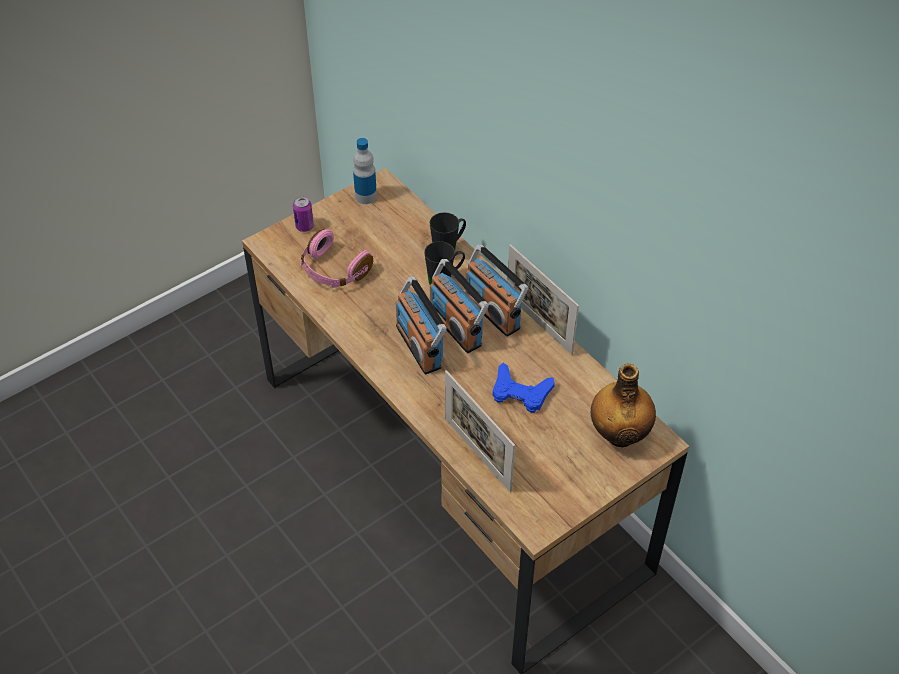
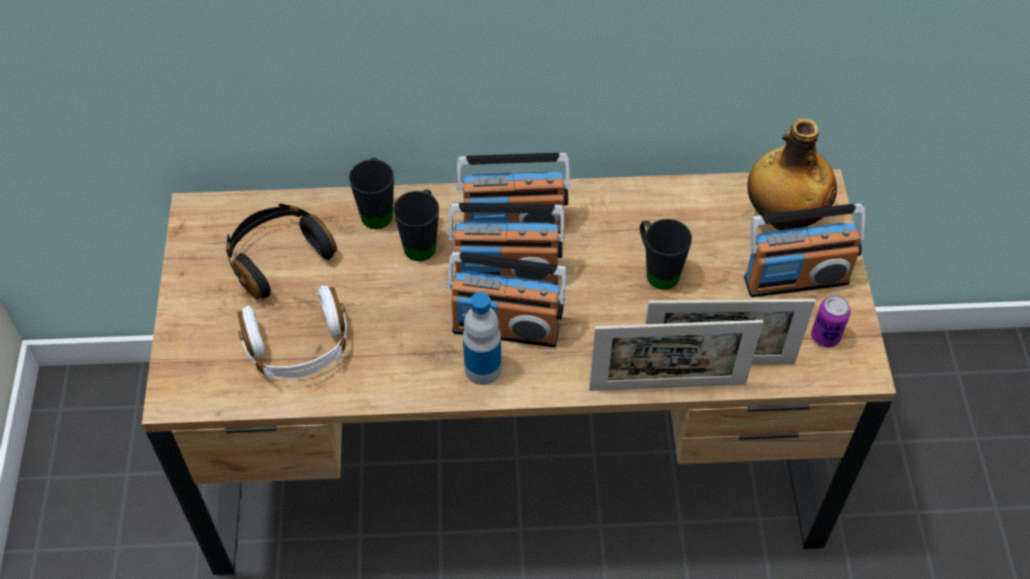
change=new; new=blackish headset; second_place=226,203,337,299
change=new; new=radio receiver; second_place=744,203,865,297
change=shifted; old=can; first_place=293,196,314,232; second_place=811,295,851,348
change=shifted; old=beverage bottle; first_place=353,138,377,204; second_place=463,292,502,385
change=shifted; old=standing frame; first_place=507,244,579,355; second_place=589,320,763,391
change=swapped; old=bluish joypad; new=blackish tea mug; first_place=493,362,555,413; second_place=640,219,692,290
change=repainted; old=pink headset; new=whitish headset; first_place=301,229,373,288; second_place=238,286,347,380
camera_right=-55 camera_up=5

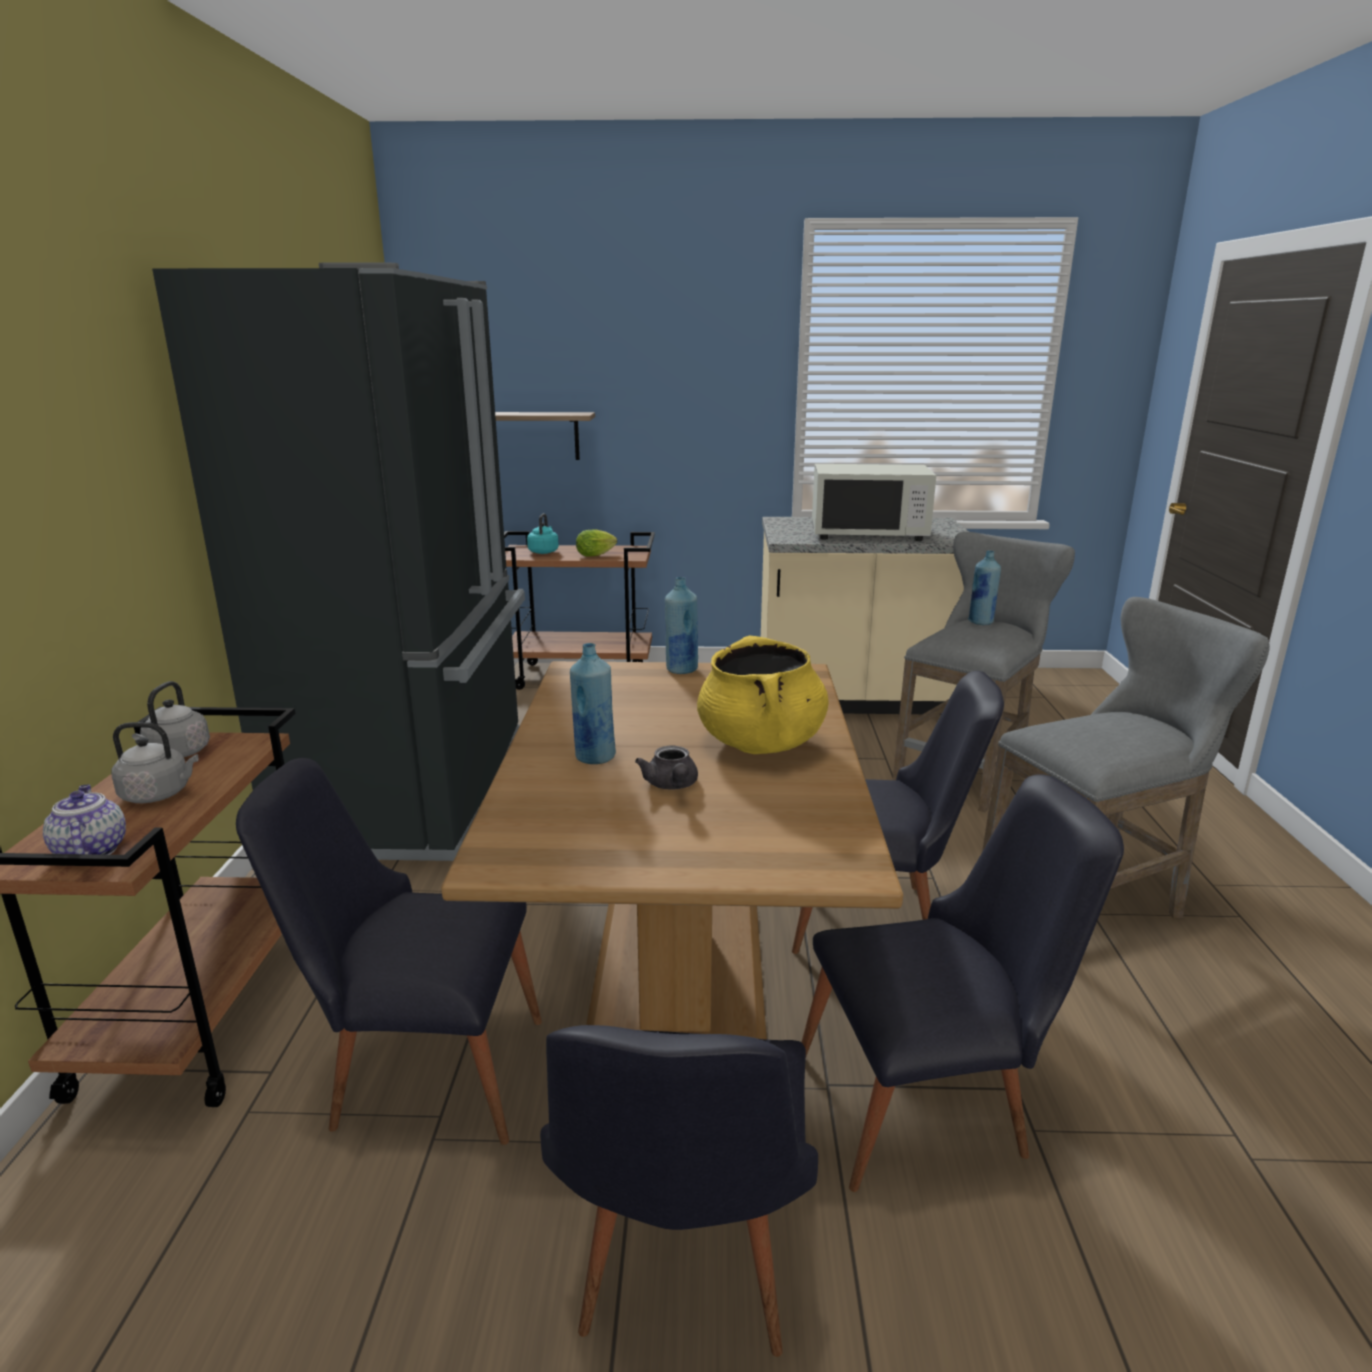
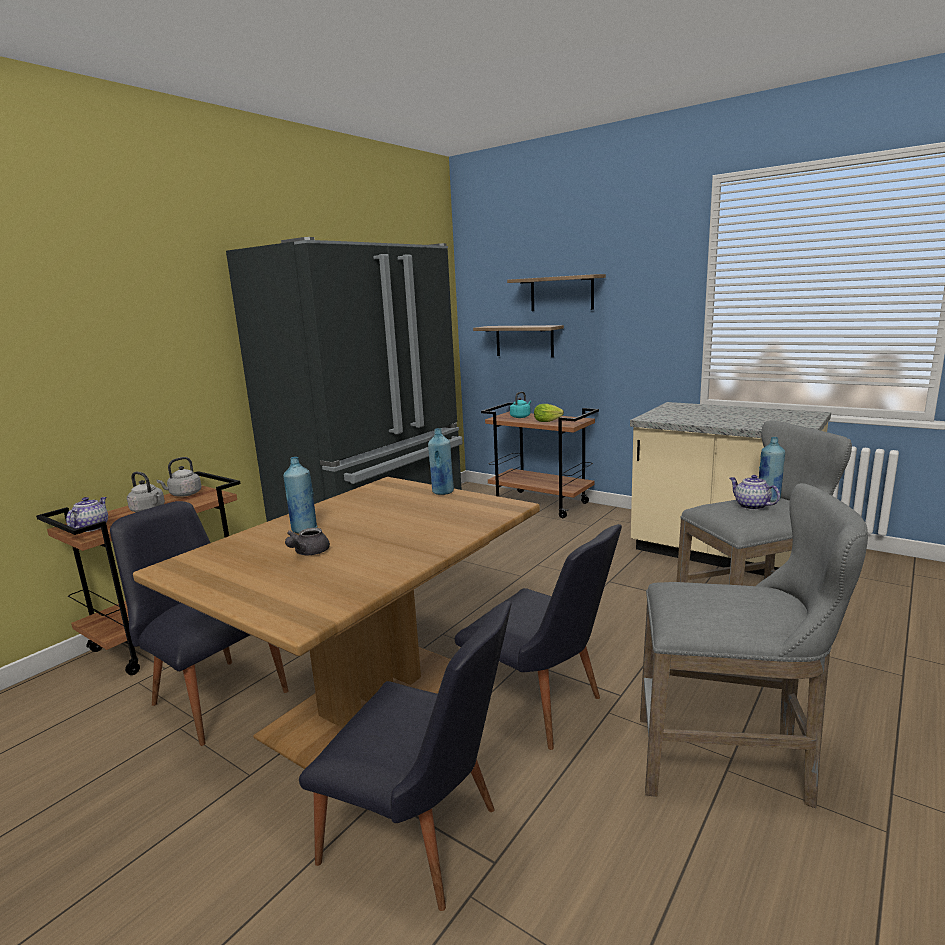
change=gone; old=blackish upright chair; first_place=540,1025,818,1357
change=gone; old=yellow stockpot; first_place=697,636,829,754
change=gone; old=whitish microwave; first_place=812,464,937,541
change=new; new=wall shelf; second_place=507,274,606,311
change=new; new=teapot; second_place=730,475,780,510
camera_right=35 camera_up=-5

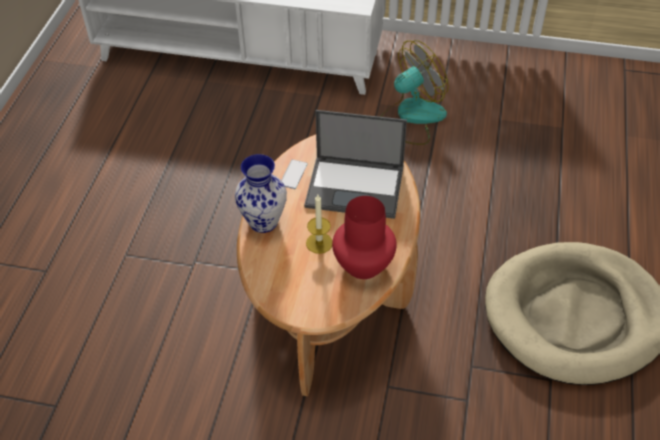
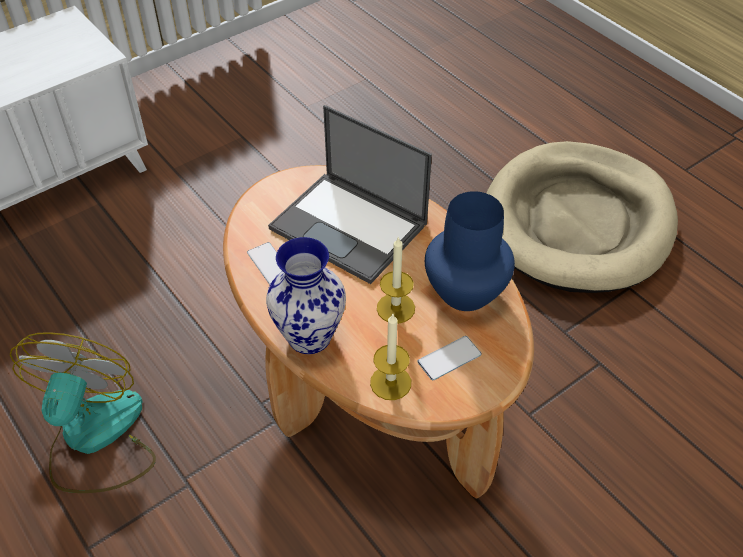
change=new; new=wax candle; second_place=370,314,411,400
change=new; new=telephone; second_place=417,336,482,380
change=shifted; old=fan; first_place=380,40,449,145; second_place=10,332,156,493
change=repainted; old=reddish vase; new=bluish vase; first_place=332,196,397,279; second_place=425,191,515,311
change=rotated; old=notebook computer; first_place=304,110,407,219; second_place=268,105,432,284; degrees=75
camera_right=-50 camera_up=0

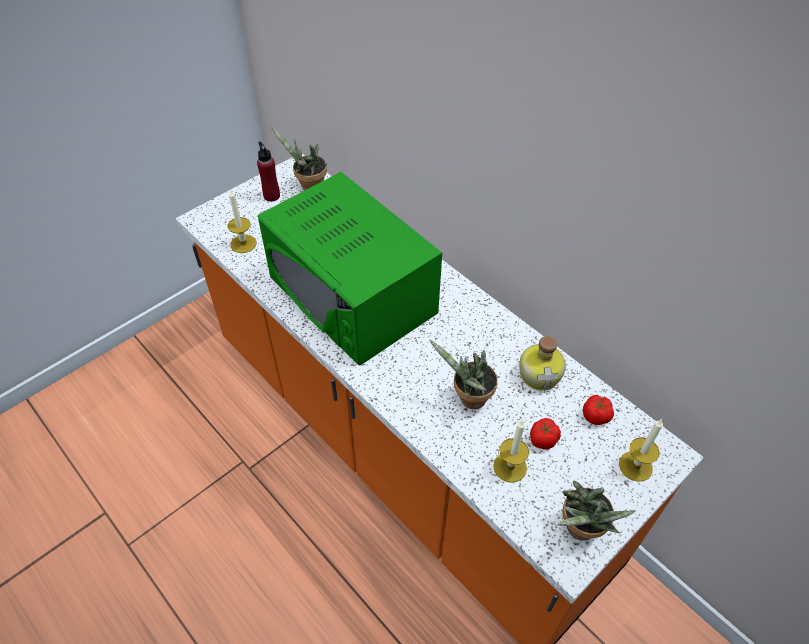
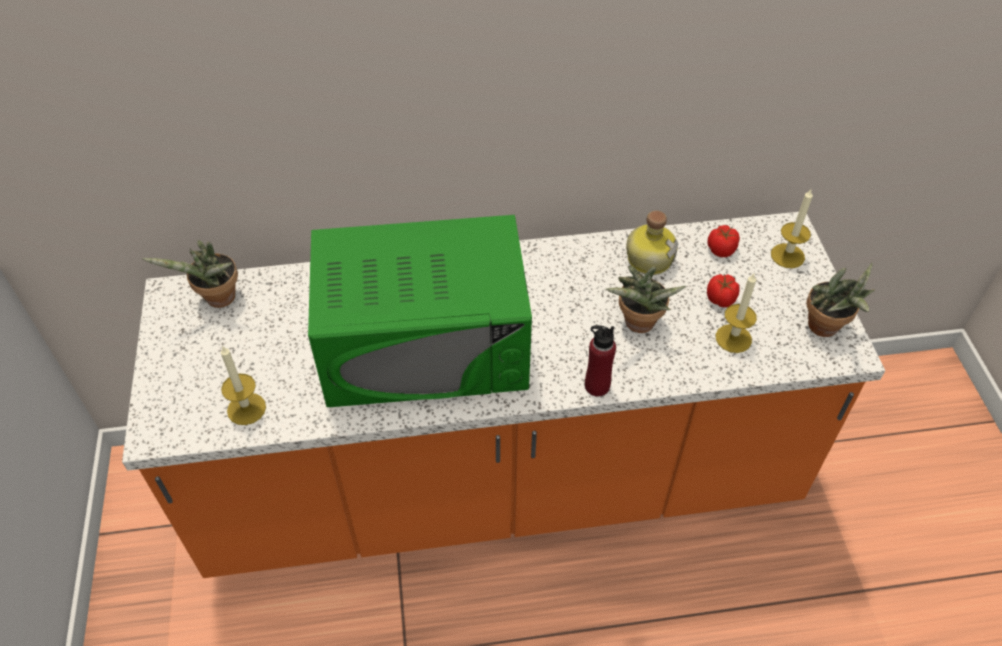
change=shifted; old=reddish beverage bottle; first_place=257,142,280,202; second_place=585,325,616,396
camera_right=-55 camera_up=0

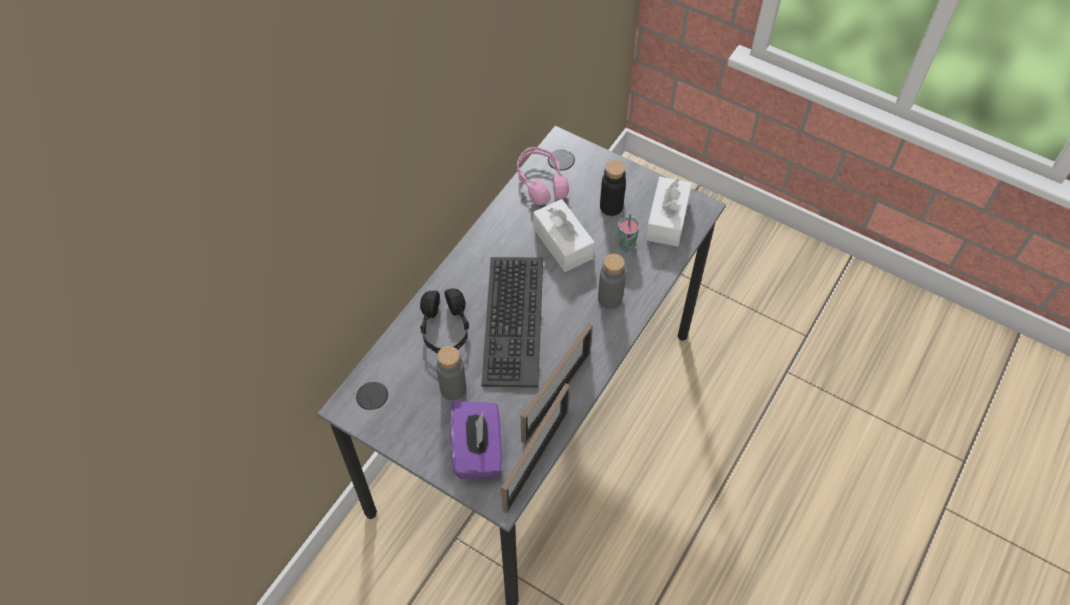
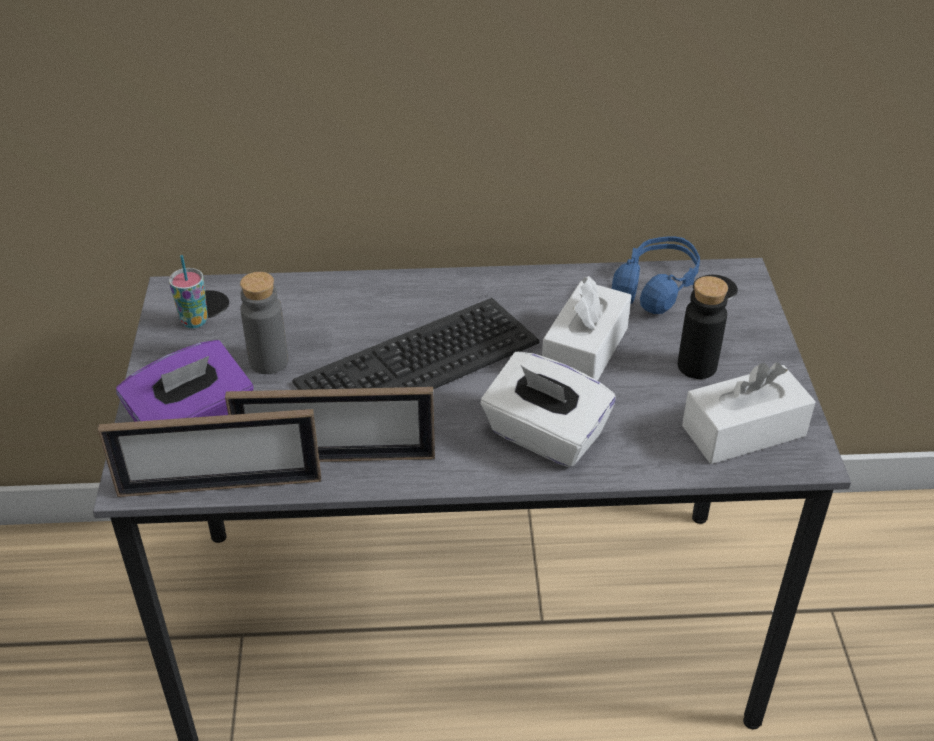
change=gone; old=blackish headset; first_place=420,288,469,353
change=shifted; old=drinking cup; first_place=618,214,640,252; second_place=169,255,208,328
change=swapped; old=grey beverage bottle; new=whitish tissue holder; first_place=598,254,626,309; second_place=481,352,616,468
change=repainted; old=pink headset; new=bluish headset; first_place=517,147,569,205; second_place=612,237,700,314
camera_right=55 camera_up=-15

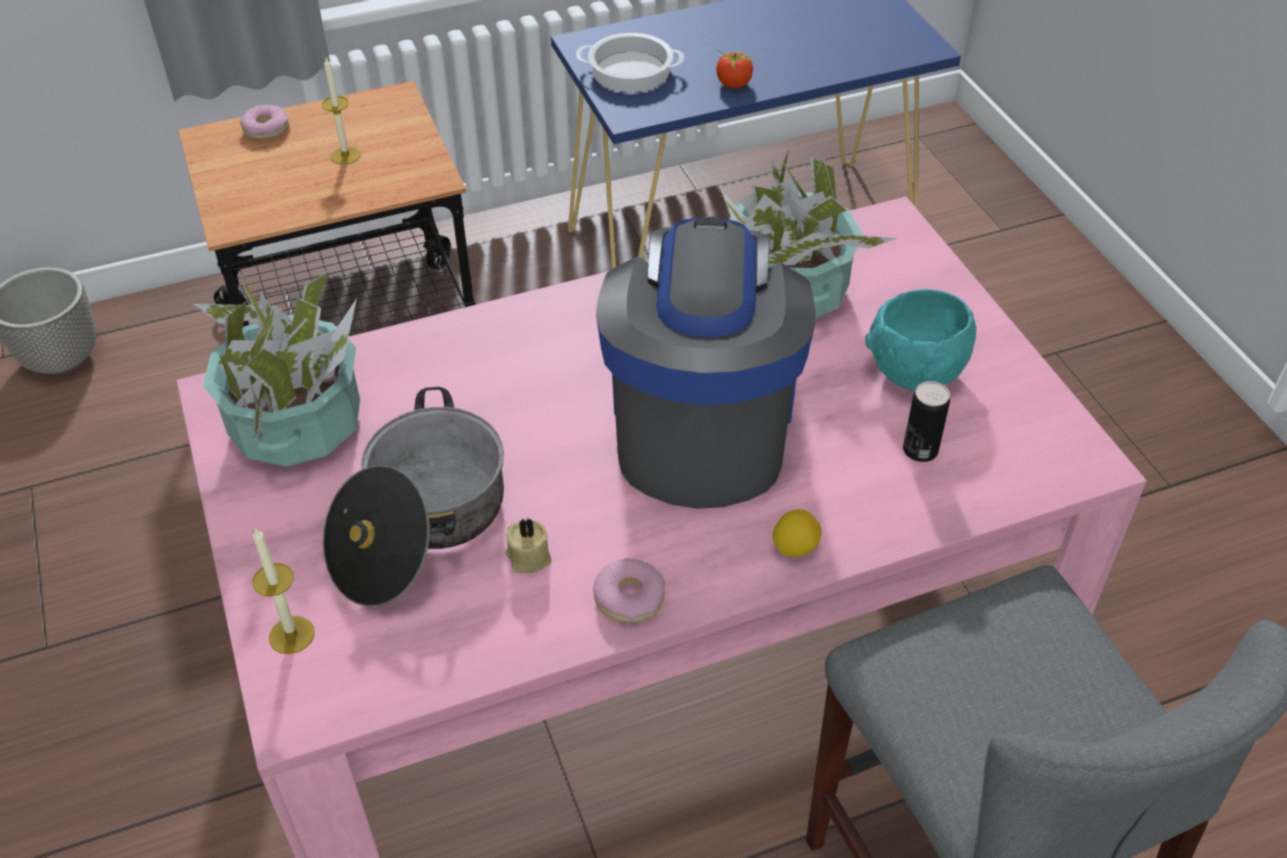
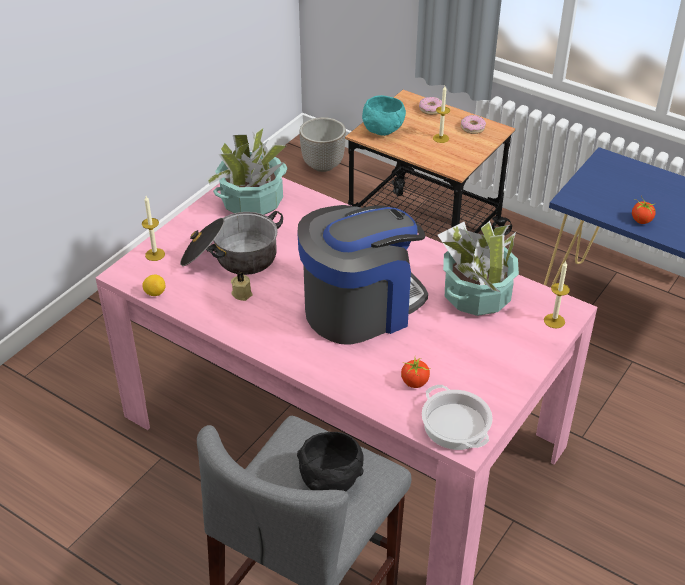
change=new; new=blackish deep dish; second_place=297,432,364,491
change=new; new=wax candle; second_place=544,261,570,328
change=shifted; old=stockpot; first_place=576,33,685,92; second_place=422,385,493,450
change=shifted; old=donut; first_place=593,558,665,623; second_place=461,115,486,134
change=shifted; old=lemon; first_place=773,509,821,557; second_place=142,275,165,296
change=shifted; old=blue-green deep dish; first_place=865,289,977,391; second_place=362,95,406,136
change=swapped; old=can; new=tomato; first_place=903,381,950,462; second_place=401,358,431,388
camera_right=55 camera_up=-5

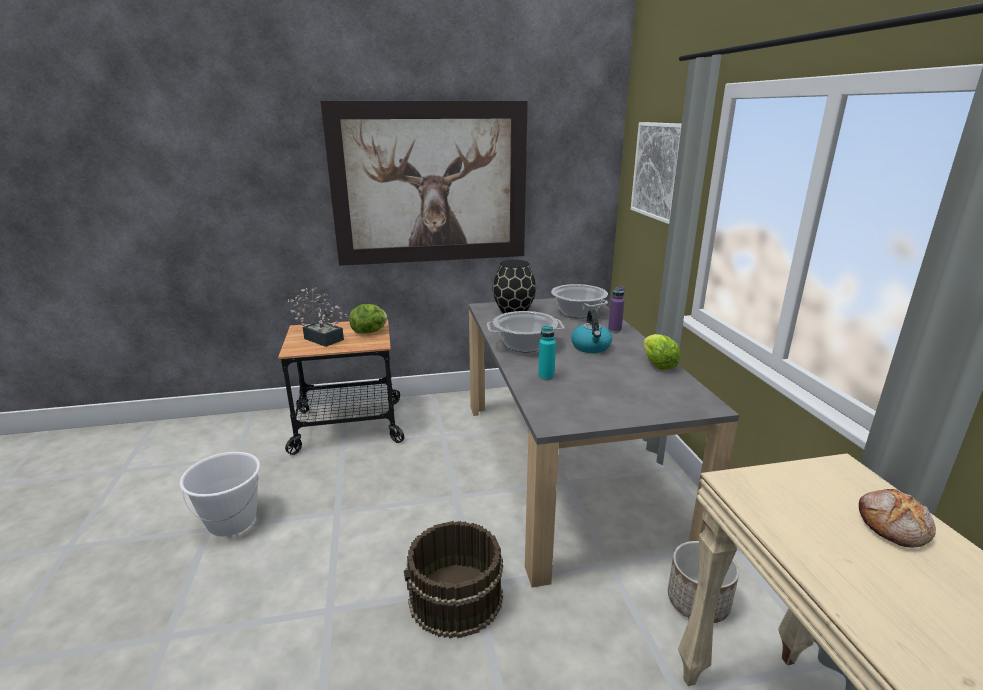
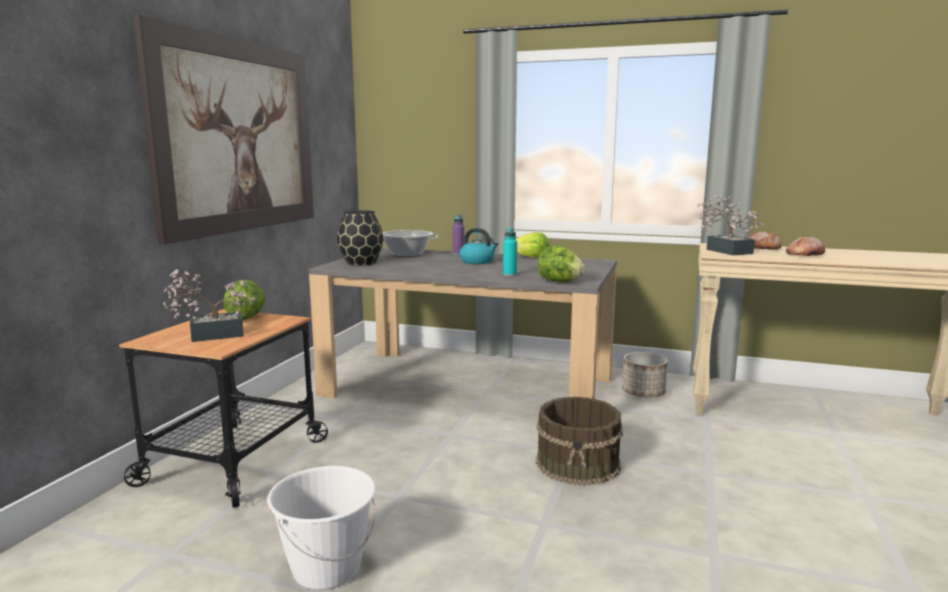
change=gone; old=stockpot; first_place=487,311,564,352
change=gone; old=wall picture; first_place=631,122,682,224
change=new; new=head of lettuce; second_place=538,245,585,282
change=new; new=potted plant; second_place=697,195,765,255
change=new; new=baked bread; second_place=786,236,825,256
camera_right=-60 camera_up=-10

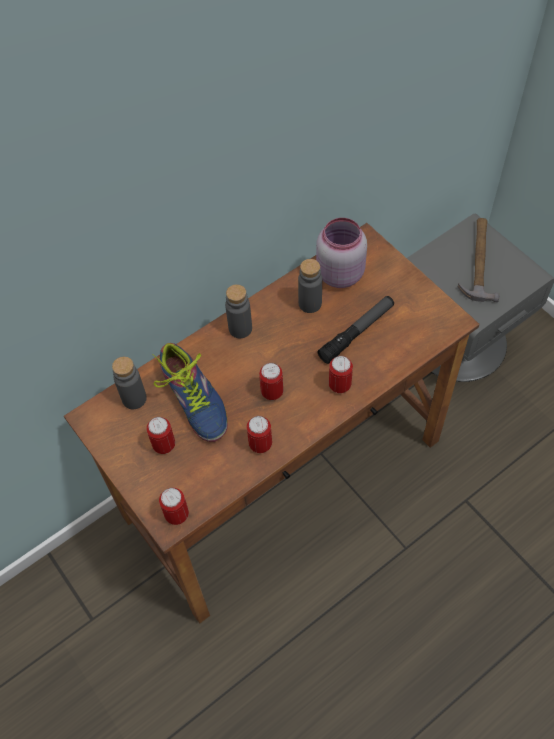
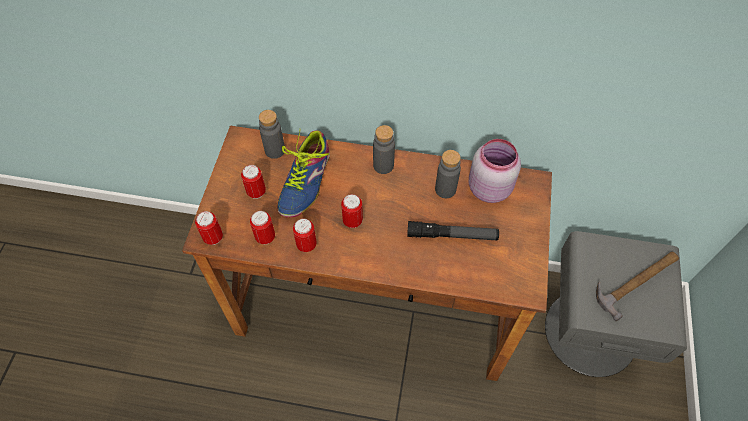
change=shifted; old=can; first_place=329,356,353,393; second_place=250,211,275,244
camera_right=45 camera_up=0

